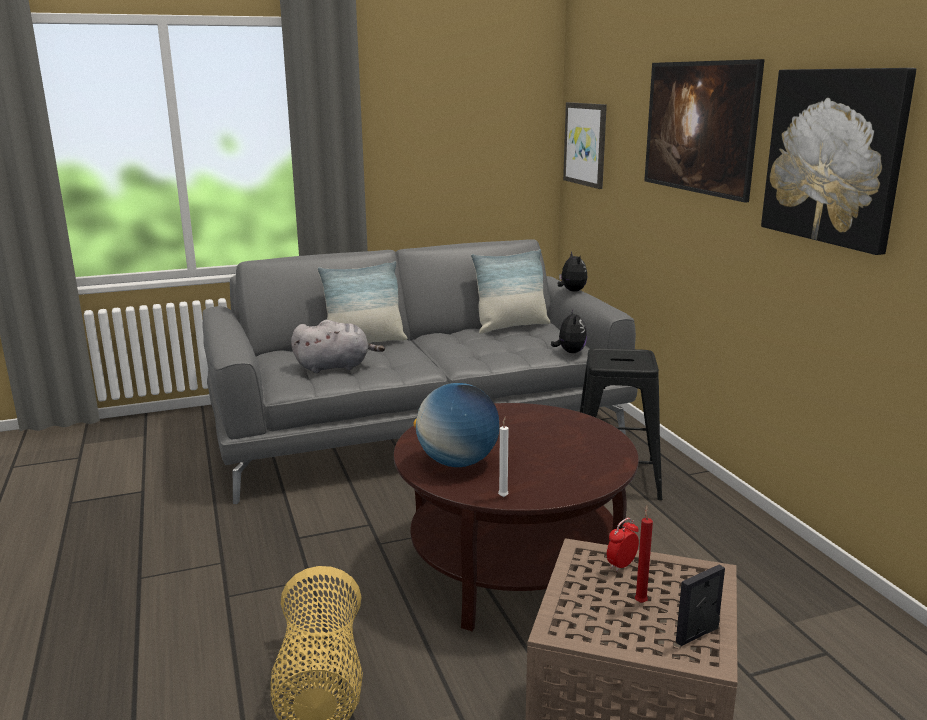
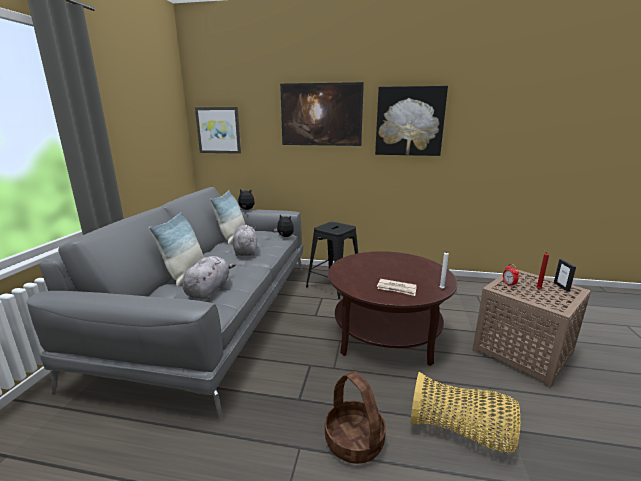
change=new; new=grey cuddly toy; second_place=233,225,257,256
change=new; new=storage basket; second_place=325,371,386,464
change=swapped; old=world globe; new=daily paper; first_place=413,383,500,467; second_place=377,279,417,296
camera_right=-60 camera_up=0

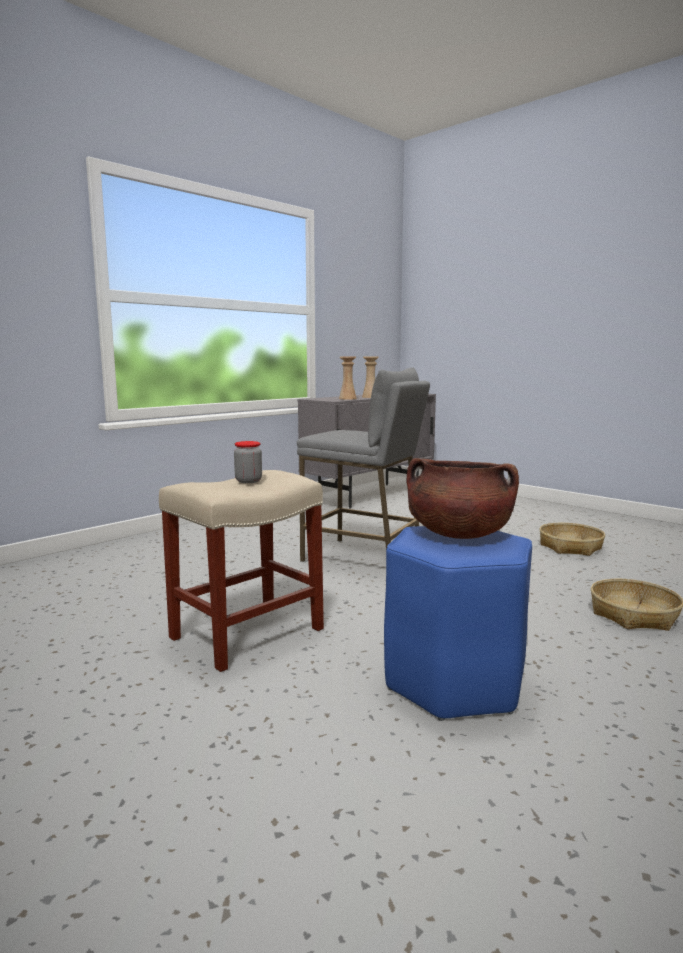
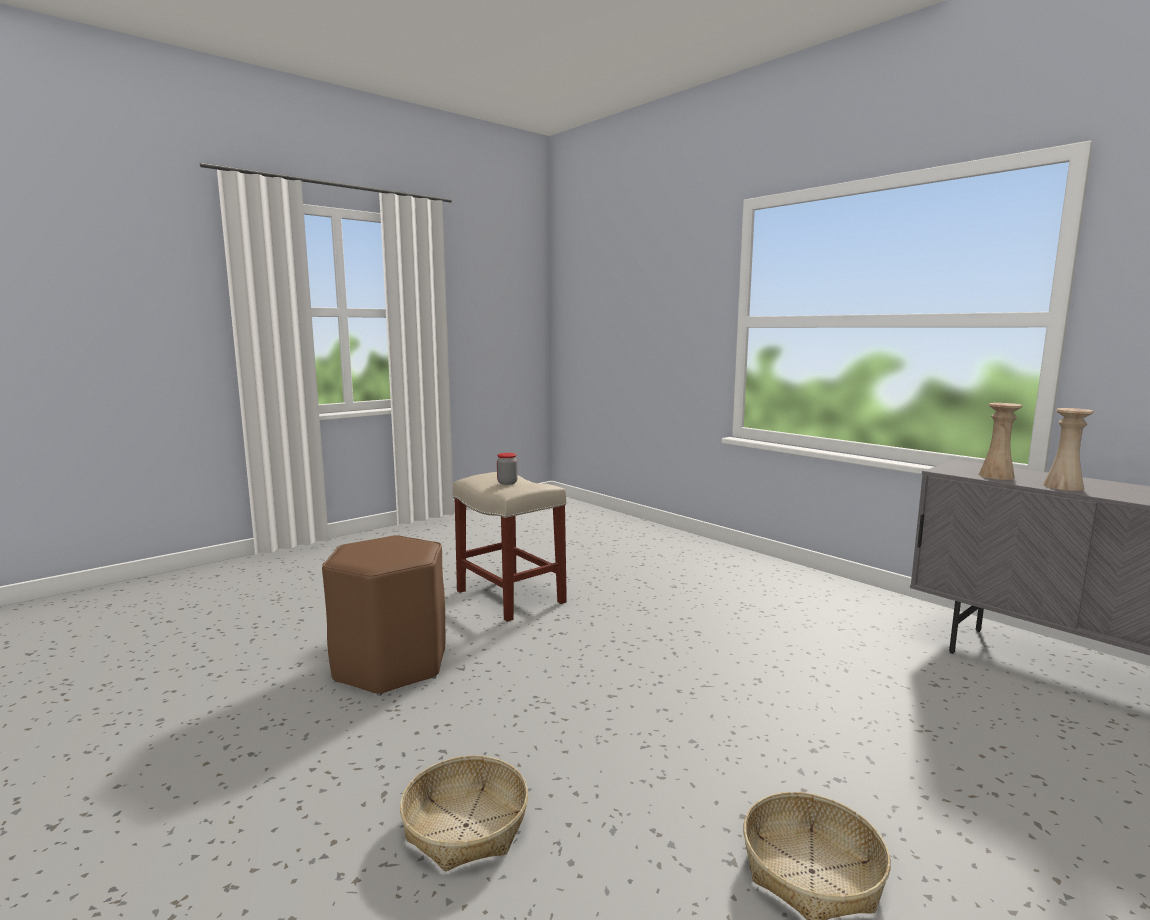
change=gone; old=grey sitting stool; first_place=297,367,430,562
change=gone; old=brown-coloured stockpot; first_place=407,458,519,539
change=repainted; old=bluish sitting stool; new=brown-coloured sitting stool; first_place=384,526,532,721; second_place=322,535,446,696
camera_right=95 camera_up=0

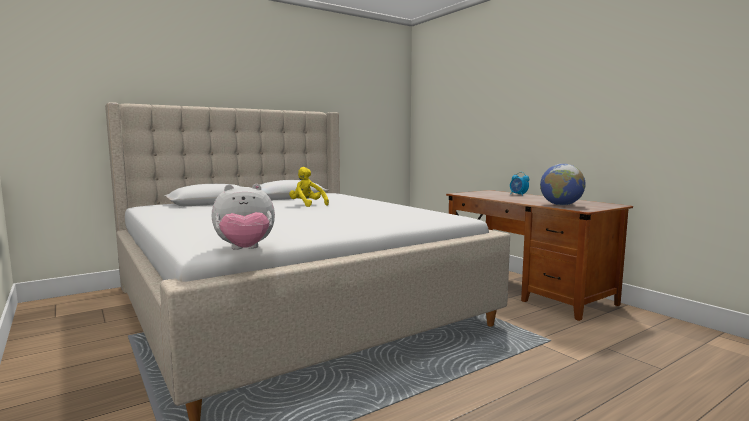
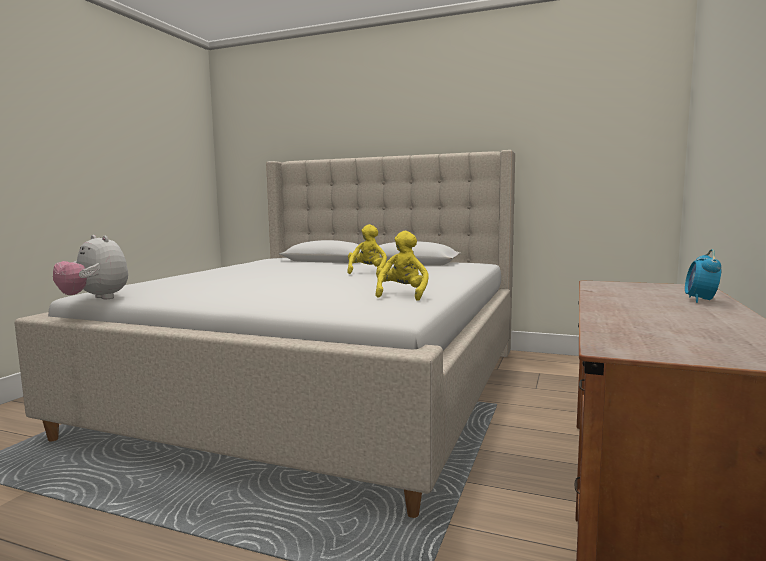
change=gone; old=world globe; first_place=540,164,585,206
change=new; new=yellow cuddly toy; second_place=375,231,429,301
camera_right=55 camera_up=0

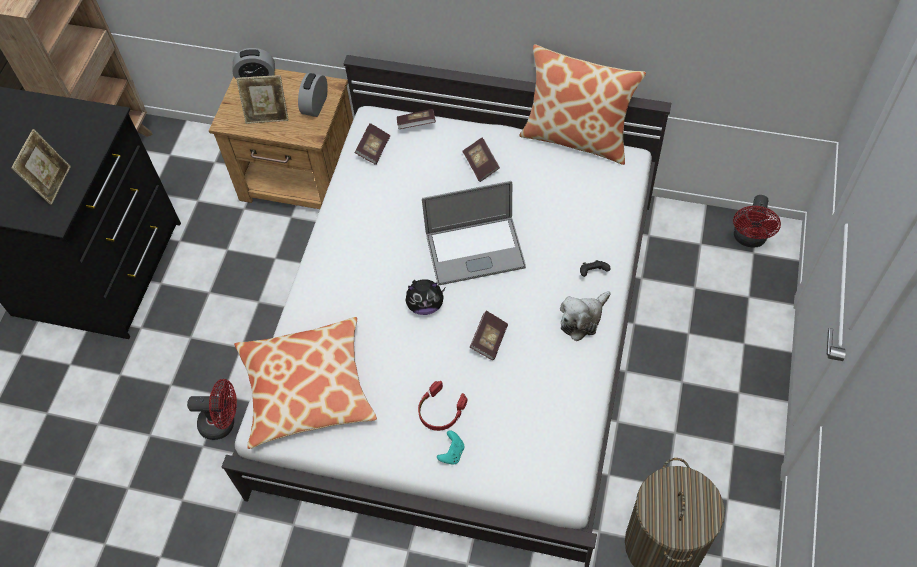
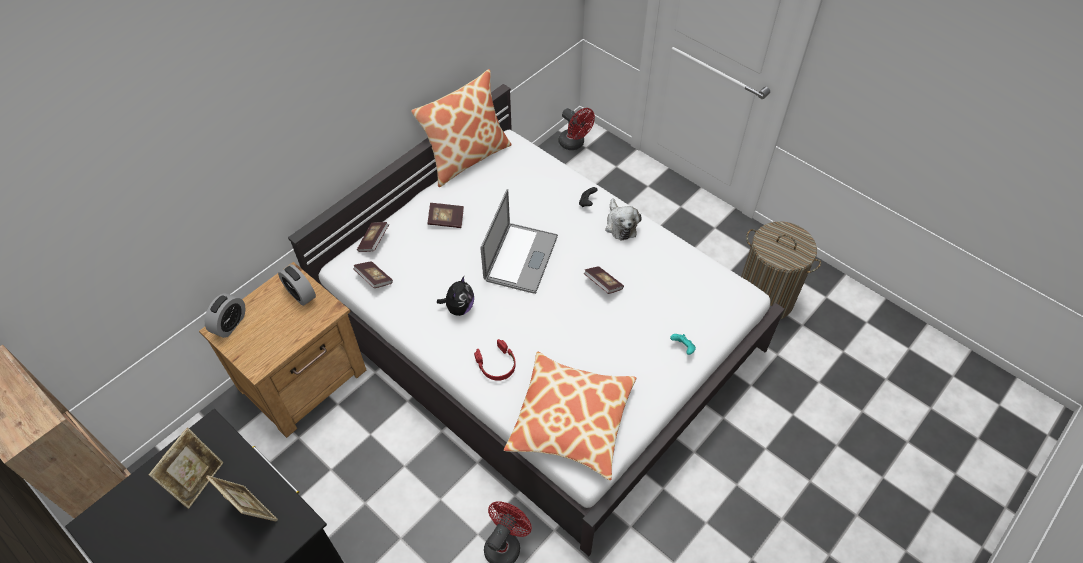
change=shifted; old=standing frame; first_place=236,75,289,124; second_place=149,428,223,509
change=shifted; old=cuddly toy; first_place=406,279,445,315; second_place=437,276,474,316
change=shifted; old=reddish headset; first_place=418,381,467,431; second_place=474,339,516,381
camera_right=-65 camera_up=-5

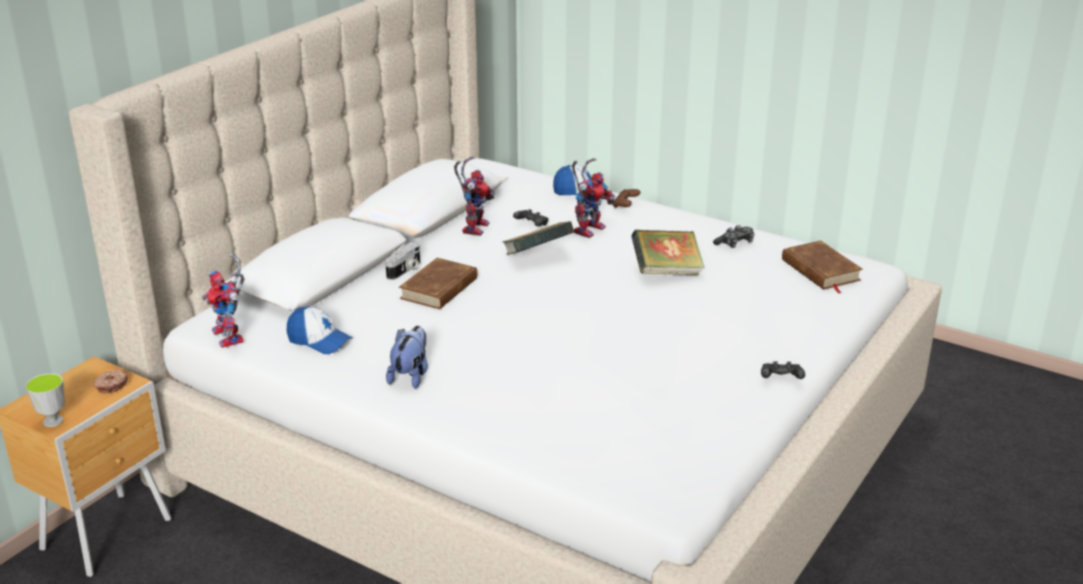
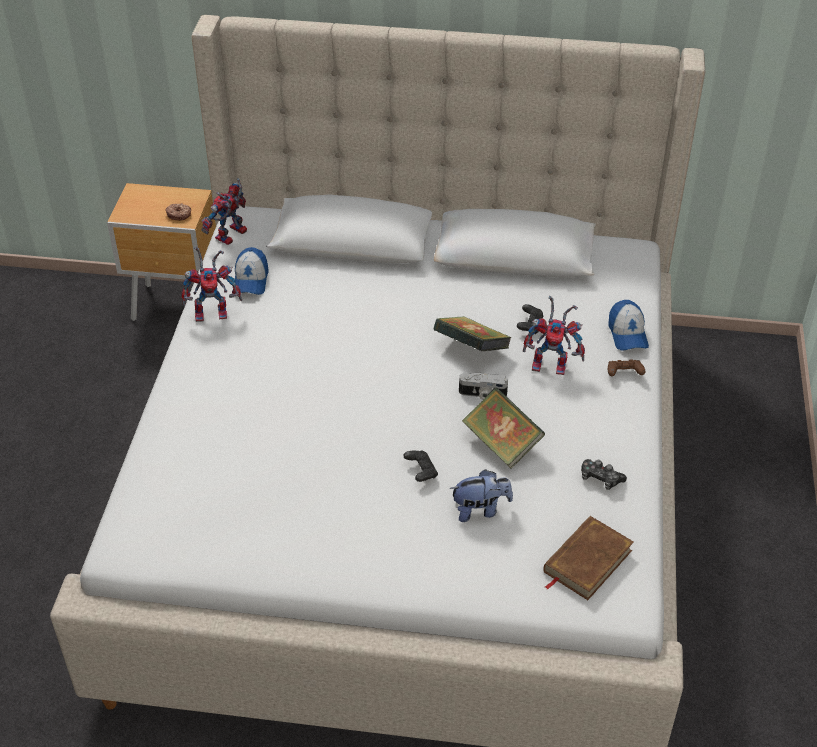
change=gone; old=drinking cup; first_place=26,373,65,427
change=gone; old=brown-coloured book; first_place=399,258,477,309
change=shifted; old=still camera; first_place=385,242,421,280; second_place=459,372,508,400
change=shifted; old=cuddly toy; first_place=386,326,428,389; second_place=450,469,513,522
change=shifted; old=robot figure; first_place=454,156,495,236; second_place=182,247,242,322
change=shifted; old=blackish joypad; first_place=761,361,805,379; second_place=403,451,438,482
camera_right=65 camera_up=15

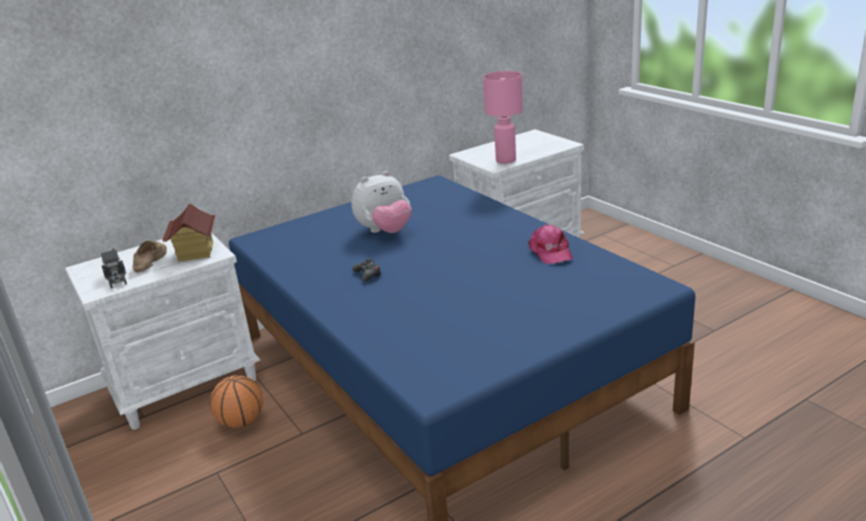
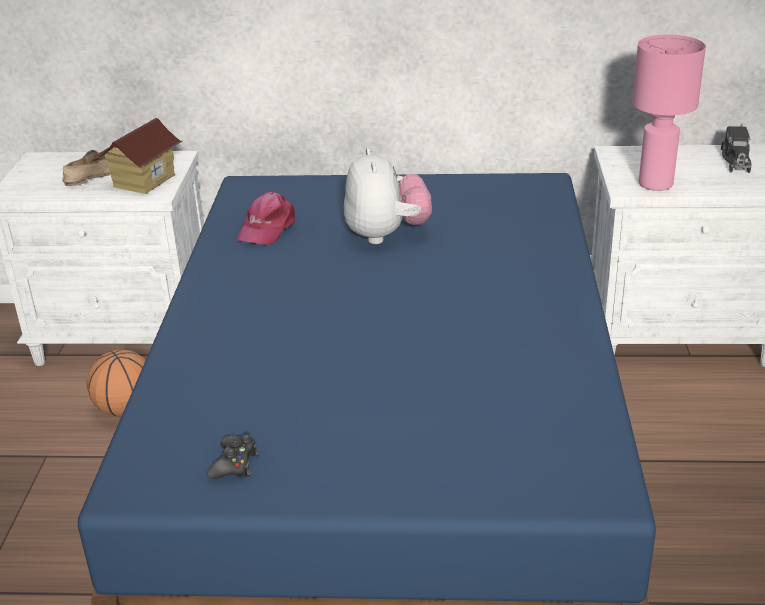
change=shifted; old=toy truck; first_place=101,248,127,288; second_place=721,123,752,173
change=shifted; old=blackish joypad; first_place=352,258,381,282; second_place=207,434,259,479
change=shifted; old=pink baseball cap; first_place=528,224,573,264; second_place=237,192,295,245
change=rotated; old=cuddly toy; first_place=351,171,412,233; second_place=344,147,432,244; degrees=-105
camera_right=35 camera_up=5

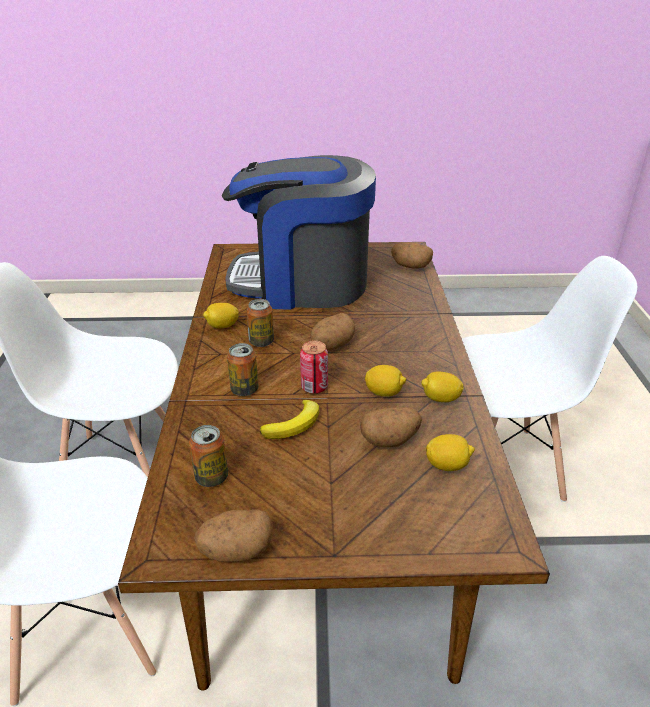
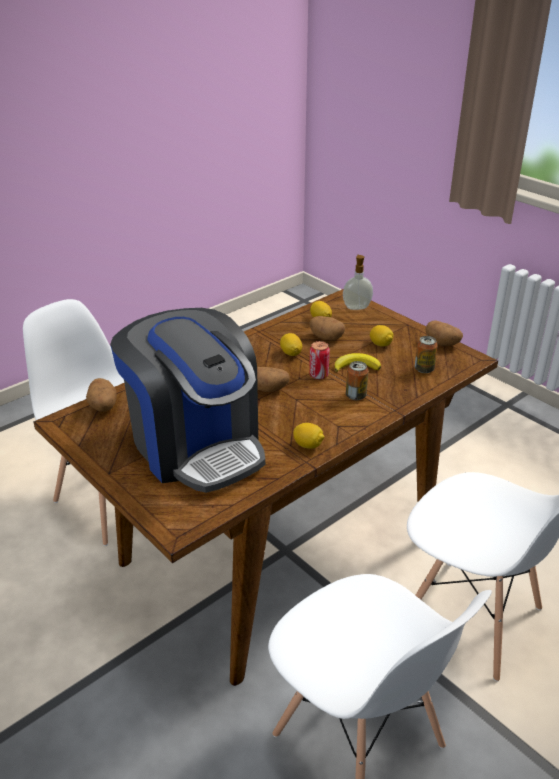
change=gone; old=can; first_place=247,299,274,347
change=new; new=soap dispenser; second_place=343,255,373,310
change=shifted; old=lemon; first_place=421,371,464,402; second_place=370,325,393,346
camera_right=-130 camera_up=0

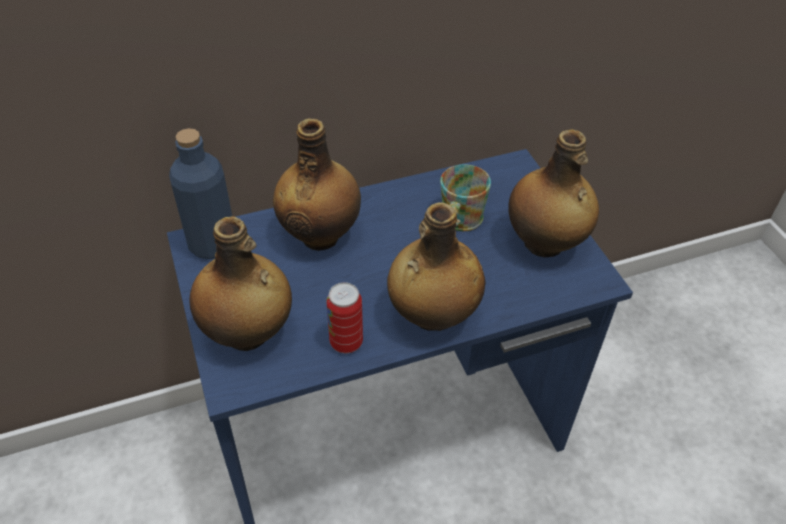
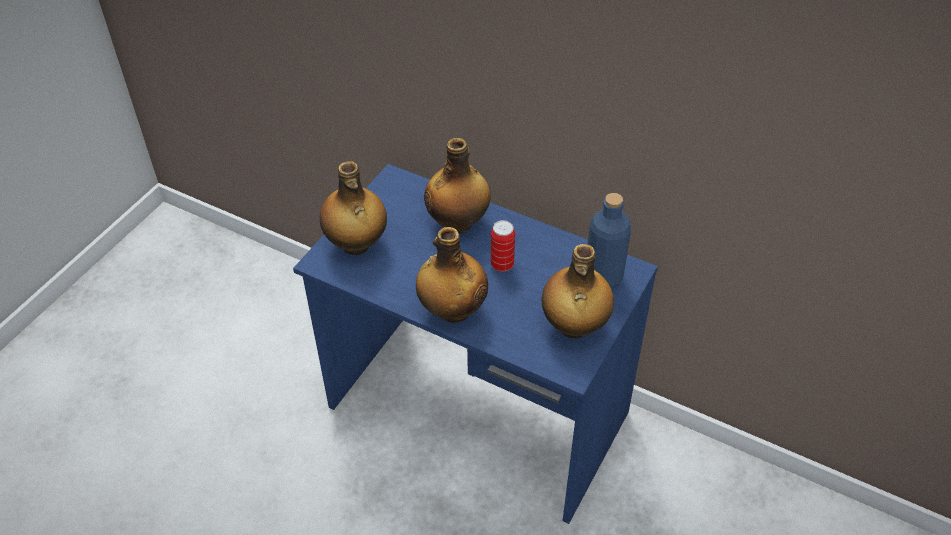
change=gone; old=tea mug; first_place=440,164,491,231
change=shifted; old=bluish beverage bottle; first_place=169,128,232,259; second_place=588,193,631,289
change=shifted; old=can; first_place=326,282,363,353; second_place=491,220,515,272
camera_right=50 camera_up=0

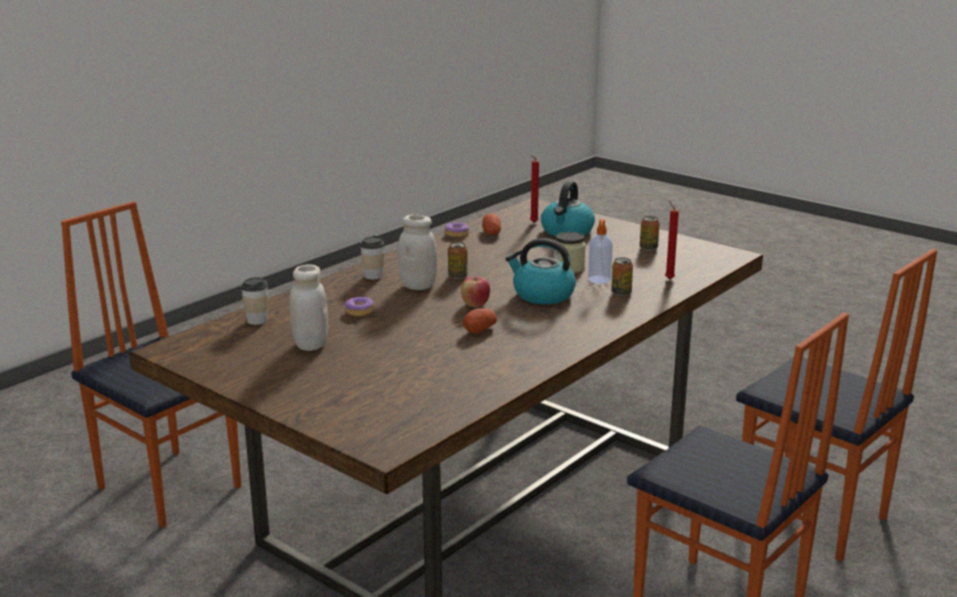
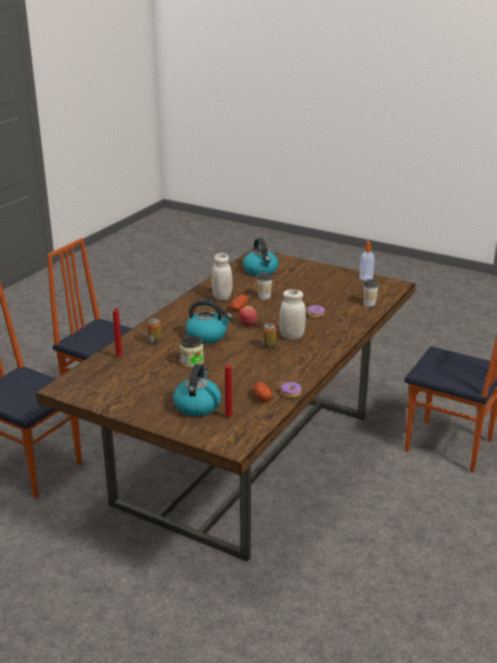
change=gone; old=can; first_place=640,216,660,251
change=new; new=kettle; second_place=243,238,278,276
change=shifted; old=whitish jar; first_place=289,265,328,351; second_place=212,253,233,300
change=shifted; old=drinking cup; first_place=360,236,384,280; second_place=257,272,272,300
change=shifted; old=soap dispenser; first_place=588,219,613,284; second_place=359,240,375,281
camera_right=170 camera_up=5

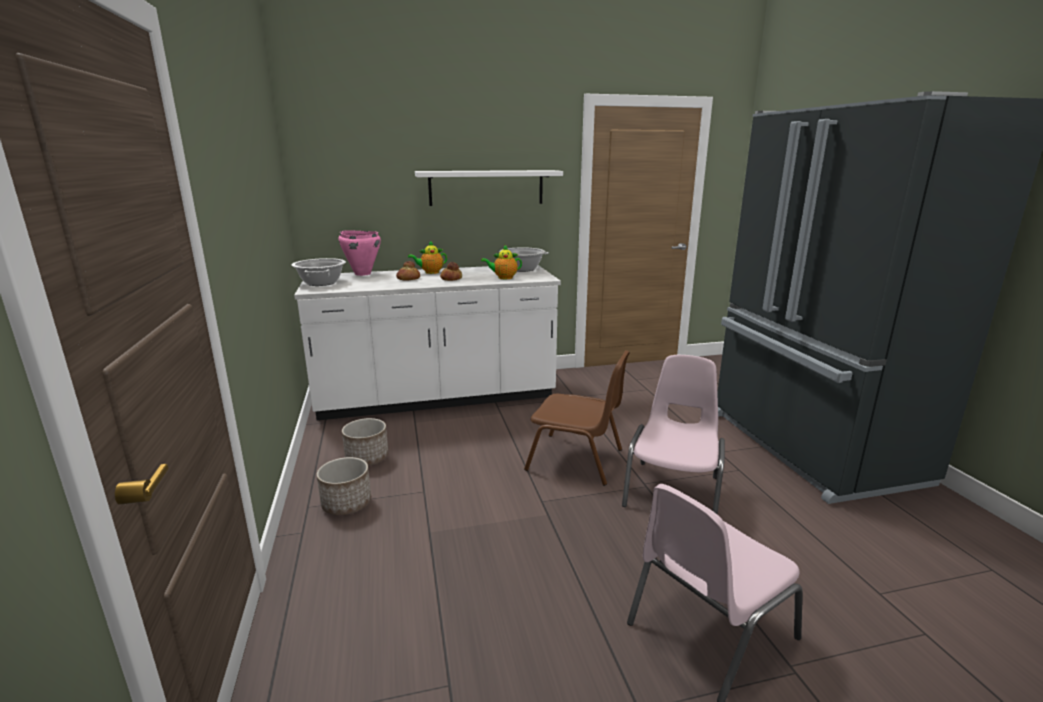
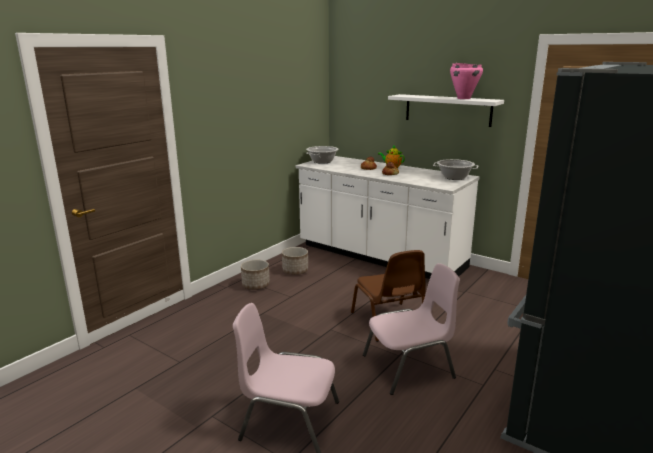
change=gone; old=teapot; first_place=481,244,522,279
change=shifted; old=pink stockpot; first_place=339,230,381,276; second_place=450,63,483,99
camera_right=50 camera_up=0

